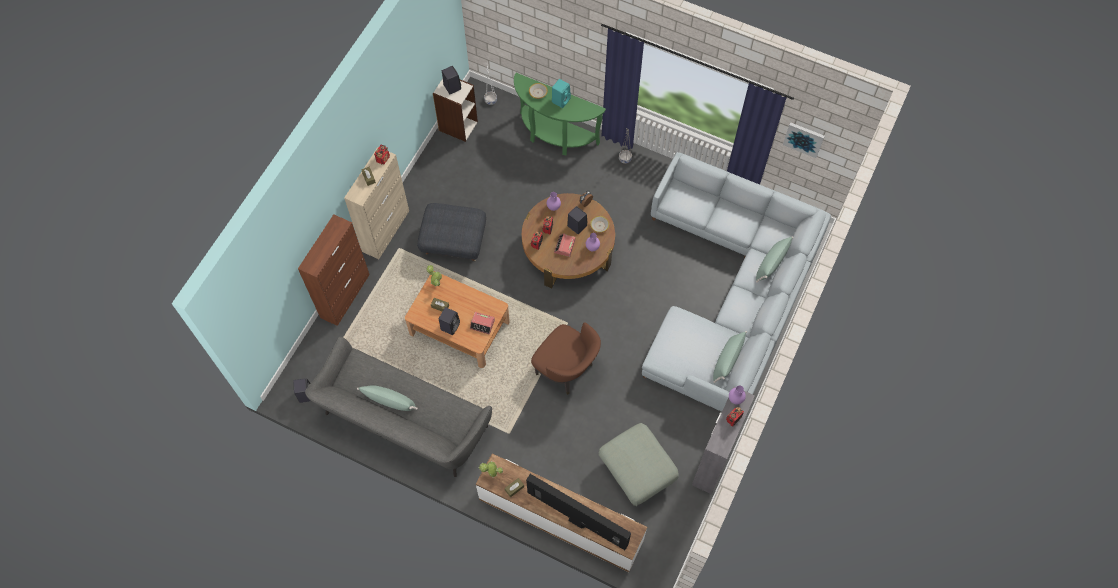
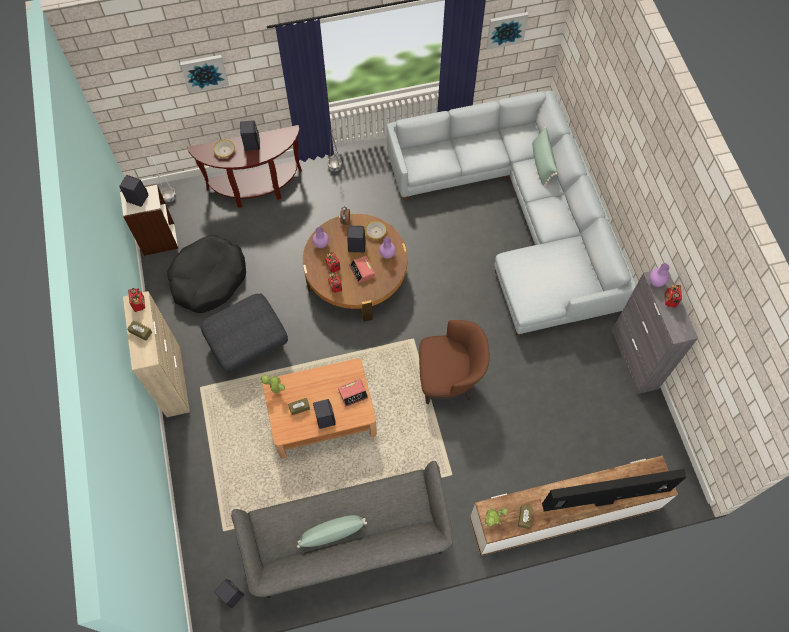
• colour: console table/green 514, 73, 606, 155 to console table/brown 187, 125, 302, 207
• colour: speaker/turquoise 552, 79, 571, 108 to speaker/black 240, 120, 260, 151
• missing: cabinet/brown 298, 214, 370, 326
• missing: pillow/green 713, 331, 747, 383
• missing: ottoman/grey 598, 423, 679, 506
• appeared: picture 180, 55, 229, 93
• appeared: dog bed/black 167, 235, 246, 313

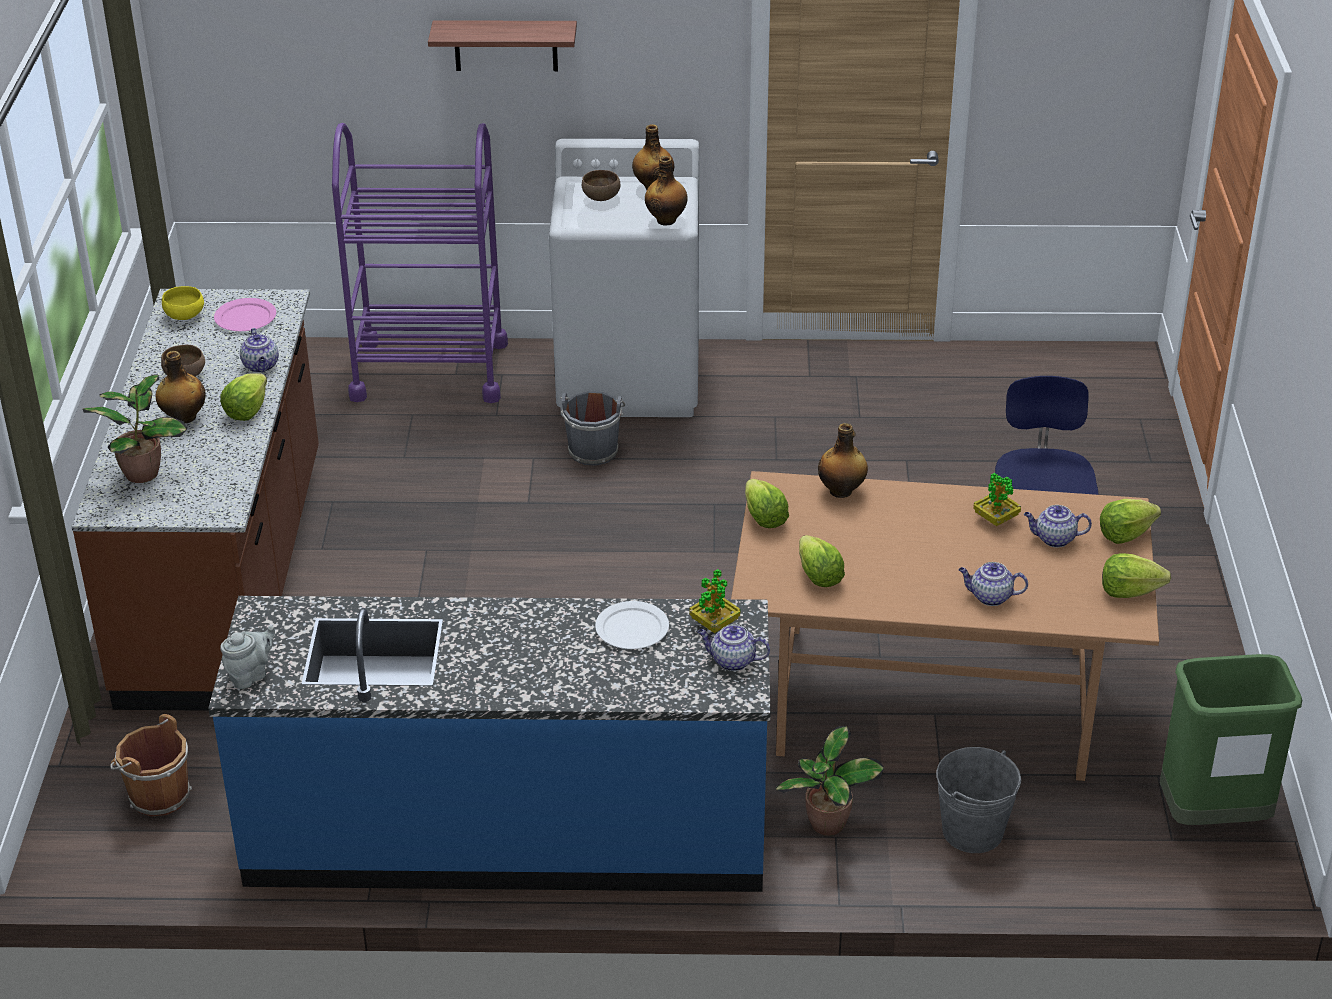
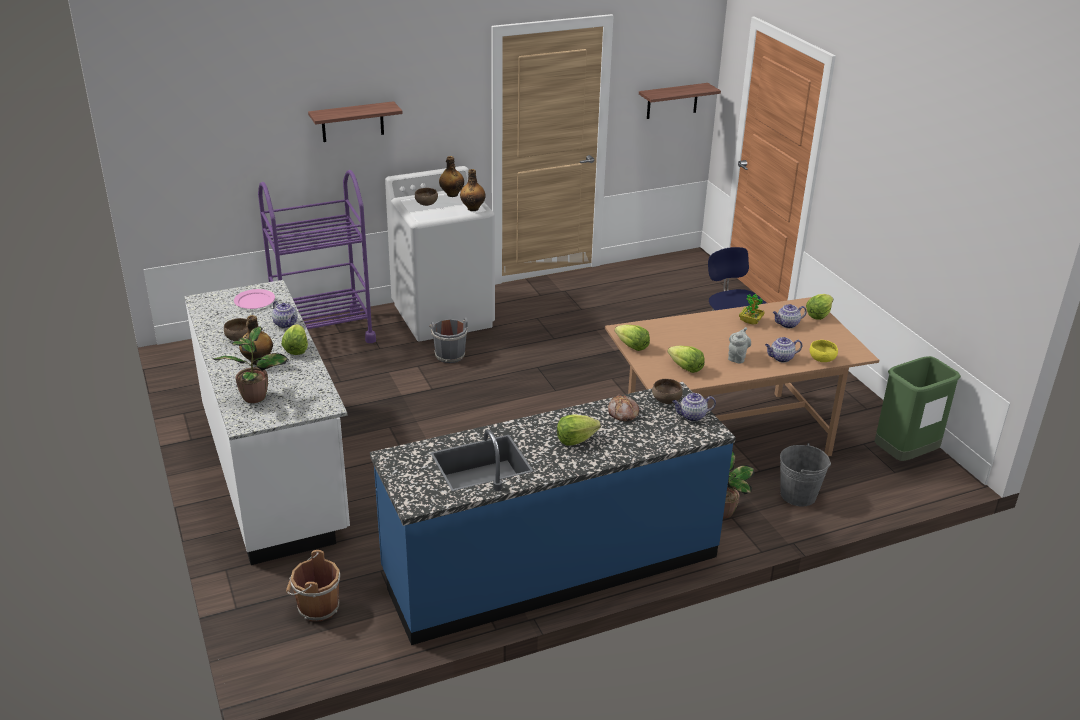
• relocated: bowl/yellow 162, 286, 204, 320 to 810, 340, 838, 362
• colour: counter/brown 71, 289, 319, 711 to counter/white 185, 280, 350, 565
• missing: bottle 818, 423, 868, 498
• relocated: lettuce 1102, 554, 1171, 598 to 557, 414, 601, 446
• exchanged: potted plant 689, 569, 740, 633 to bowl/brown 652, 379, 683, 404
• exchanged: plate/white 595, 601, 669, 649 to bread 608, 394, 639, 422
• relocated: teapot/grey 220, 625, 275, 689 to 728, 327, 751, 364
• appeared: shelf 639, 83, 721, 119

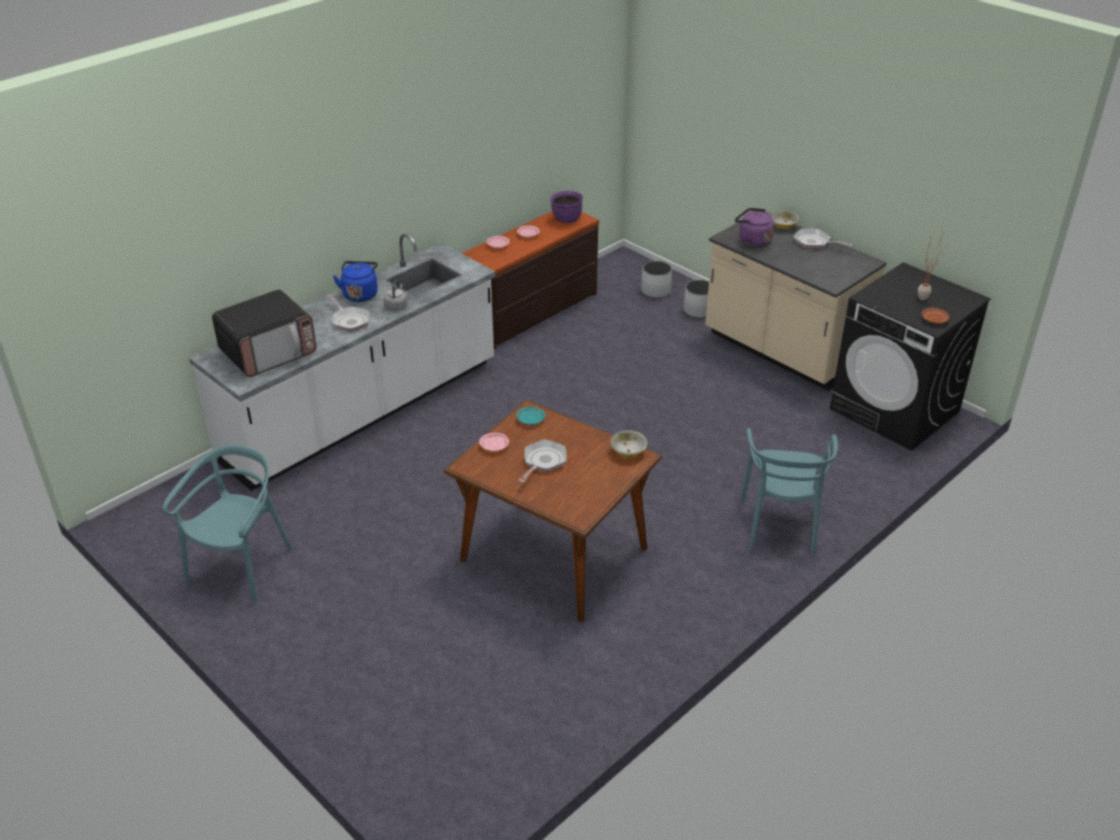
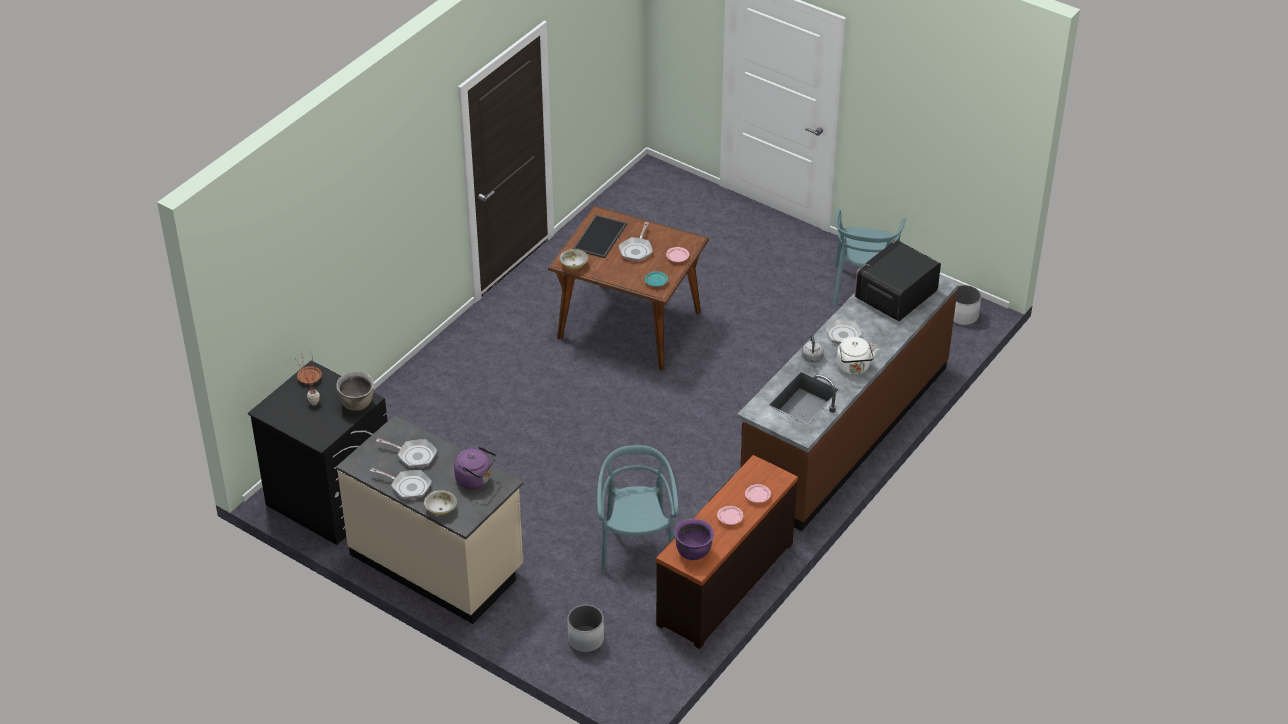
• colour: counter/white 189, 234, 495, 491 to counter/brown 737, 276, 959, 531
• colour: kettle/blue 333, 261, 378, 302 to kettle/white 836, 337, 879, 375
• relocated: planter/white 684, 280, 709, 318 to 953, 285, 981, 325
• relocated: chair/turquoise 741, 428, 838, 556 to 597, 445, 678, 573
• appeared: tray 573, 215, 627, 258
• appeared: cooking pot/brown 336, 371, 374, 411
• appeared: frying pan 376, 438, 437, 468

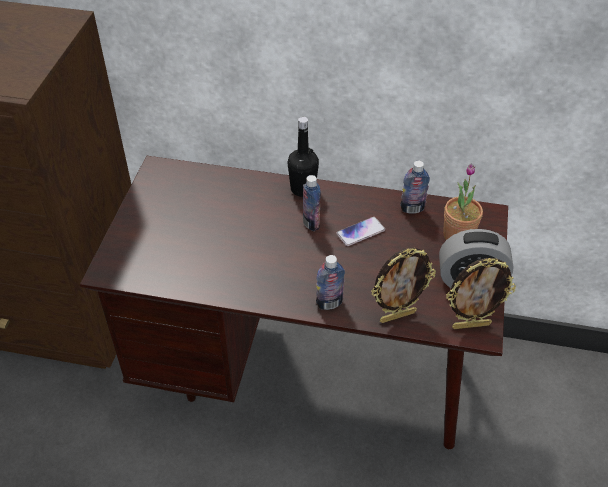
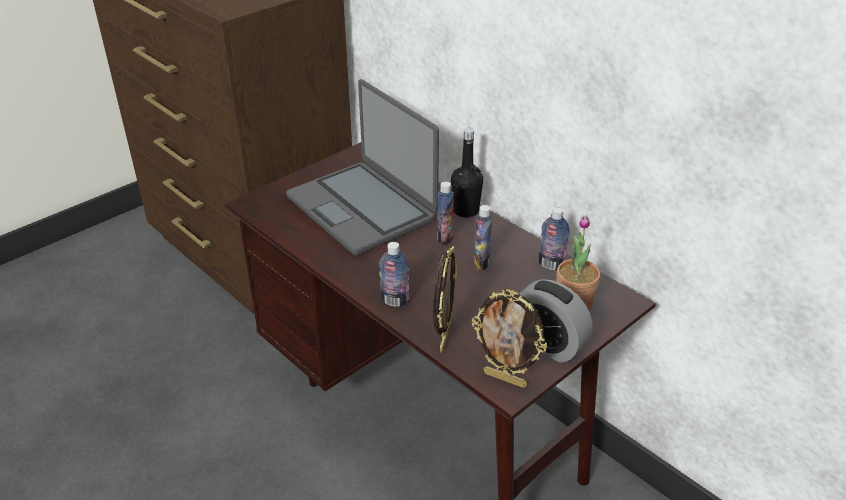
• exchanged: phone 336, 217, 385, 246 to bottle 474, 205, 492, 270
• spun: picture frame 371, 248, 436, 323 = 433, 246, 457, 352 90 degrees counterclockwise
• appeared: laptop 286, 79, 439, 255

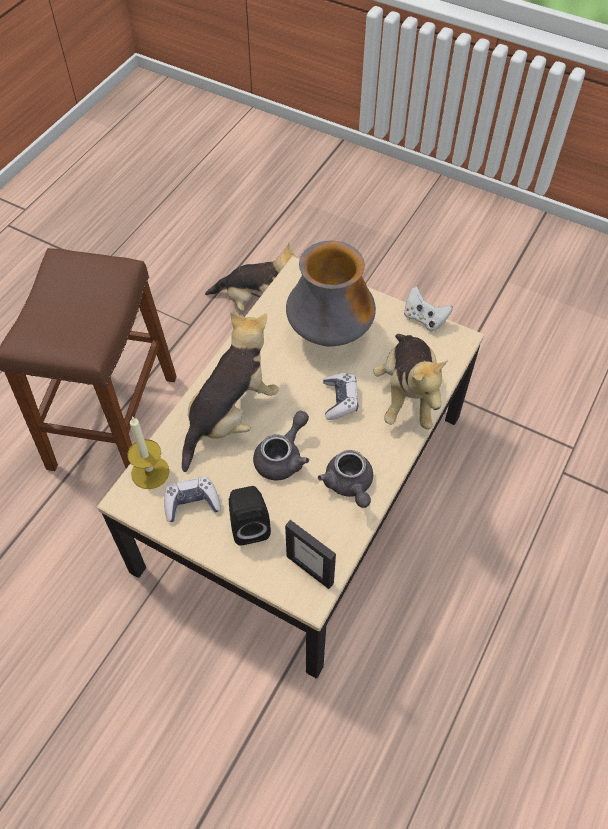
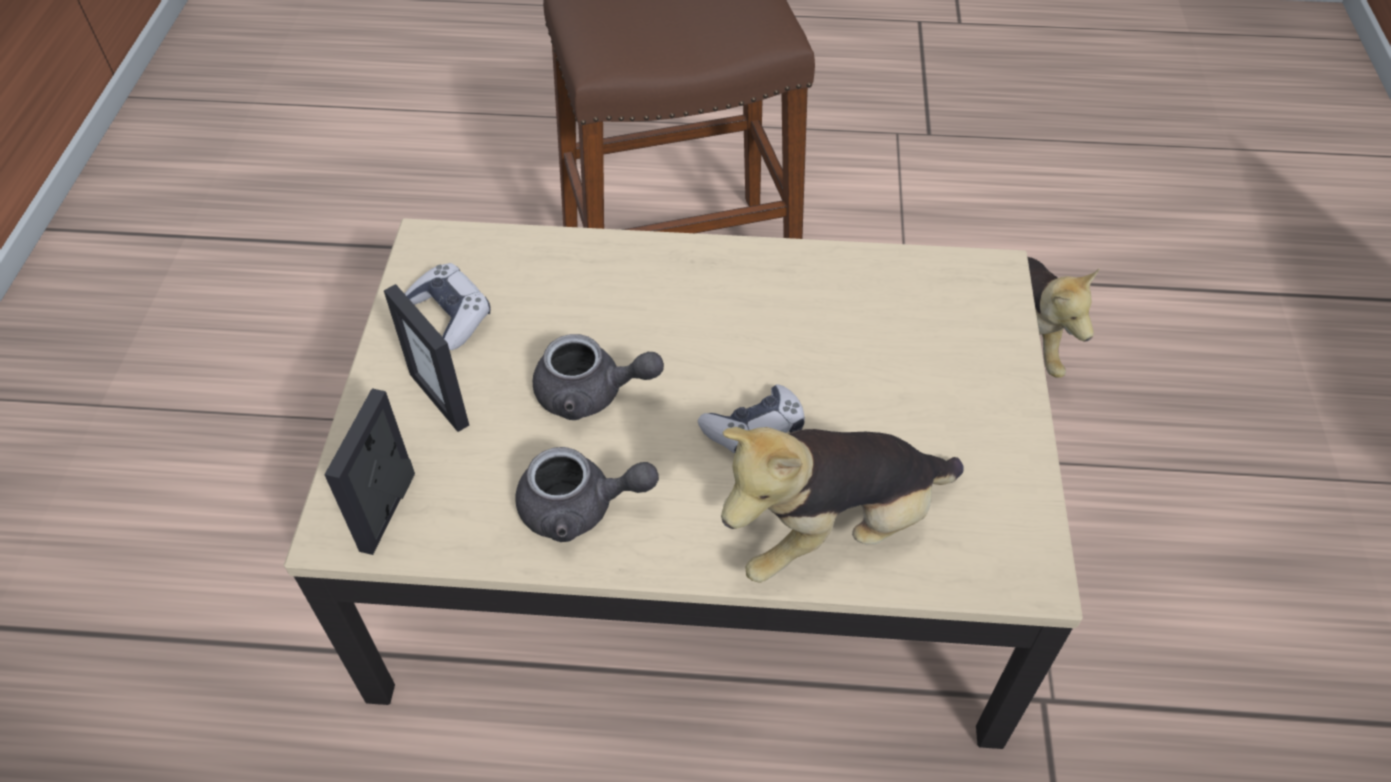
• missing: vase 286, 241, 376, 347
• missing: game controller/white 404, 286, 453, 332
• missing: plush toy 182, 312, 278, 472
• missing: candle 127, 416, 169, 489
• spun: teapot/grey 318, 450, 373, 508 = 515, 447, 659, 542 135 degrees counterclockwise
• exchanged: speaker/black 229, 486, 271, 546 to picture frame 384, 284, 469, 432

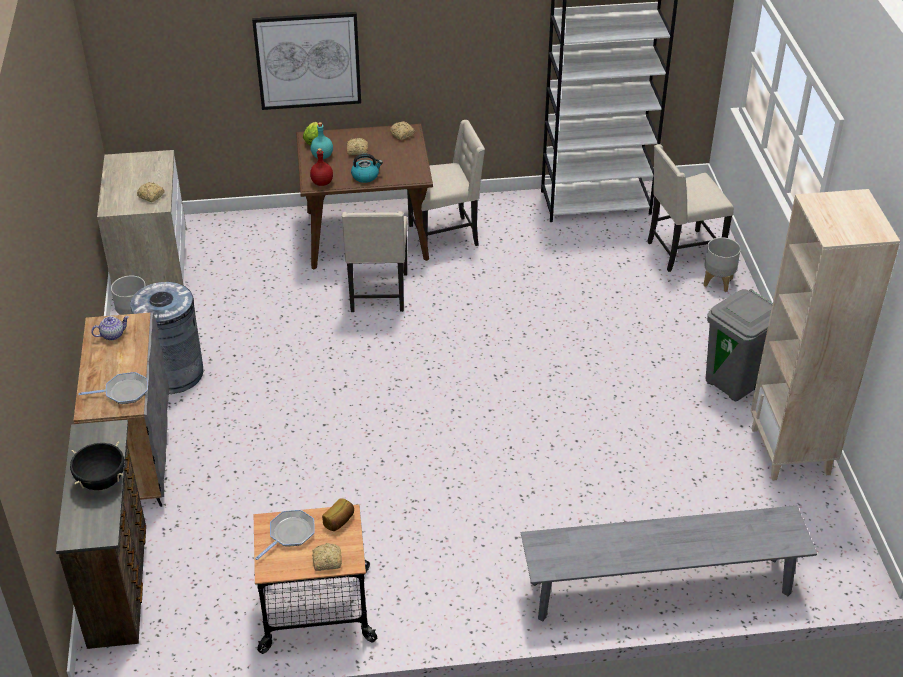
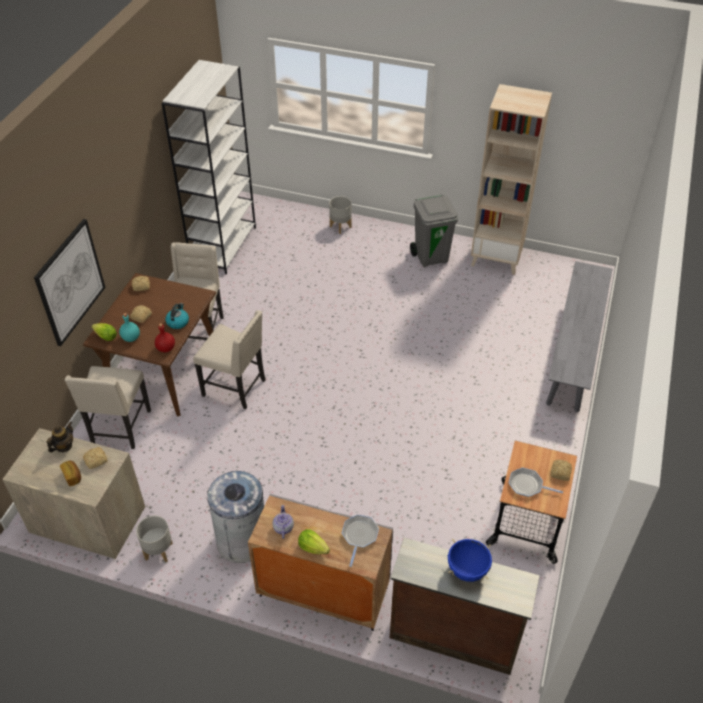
• relocated: chair/beige 647, 144, 734, 272 to 65, 366, 151, 449
• colour: cooking pot/black 70, 441, 125, 490 to cooking pot/blue 448, 539, 492, 582
• relocated: bread 322, 498, 354, 531 to 60, 460, 81, 486
• spun: frying pan 255, 510, 315, 560 = 509, 467, 563, 497 45 degrees counterclockwise
• appeared: teapot 47, 422, 73, 452
• appeared: lettuce 298, 529, 330, 554

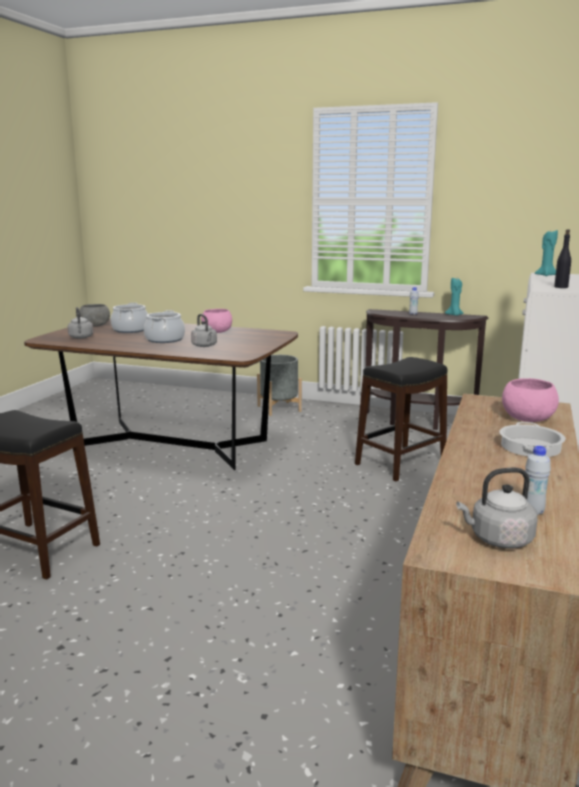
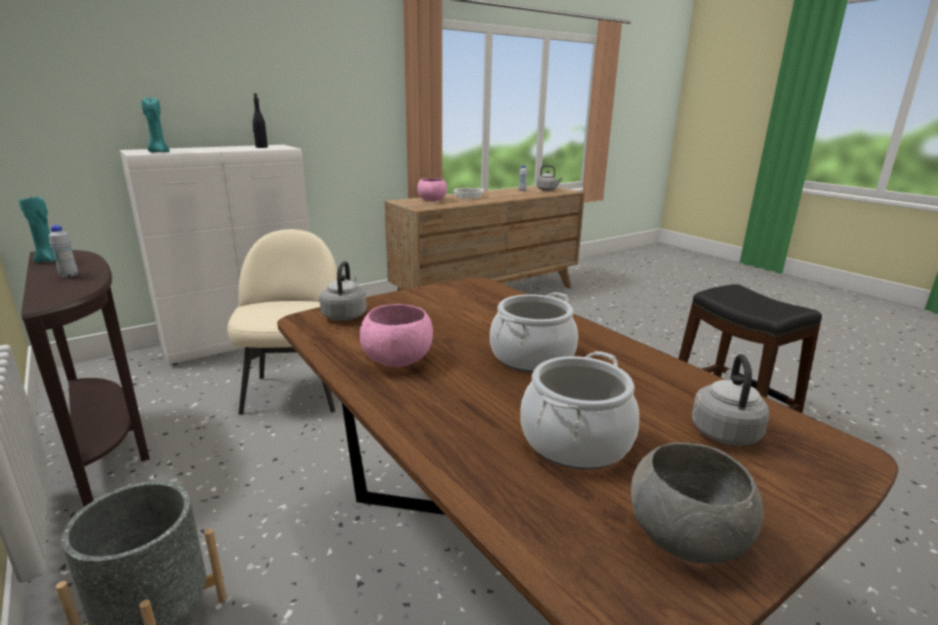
• relocated: kettle/grey 191, 314, 217, 347 to 319, 261, 367, 321
• exchanged: stool/black 355, 357, 448, 482 to chair/beige 227, 229, 337, 415

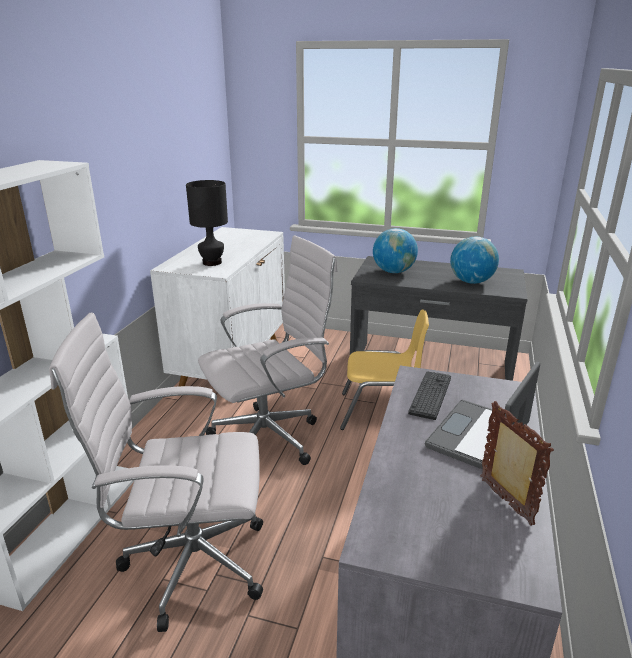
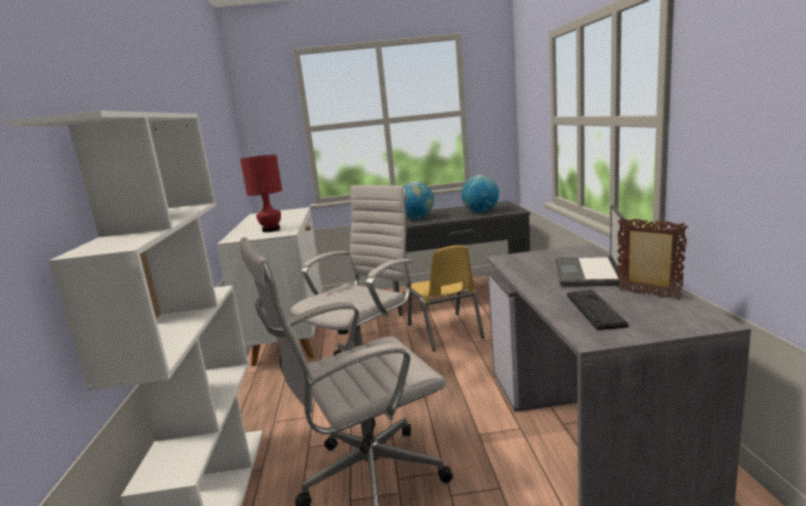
• colour: table lamp/black 186, 180, 228, 266 to table lamp/red 240, 155, 282, 232
• spun: chair/yellow 340, 309, 429, 430 = 408, 245, 485, 351 90 degrees clockwise
• relocated: keyboard 408, 371, 451, 420 to 567, 290, 628, 330

